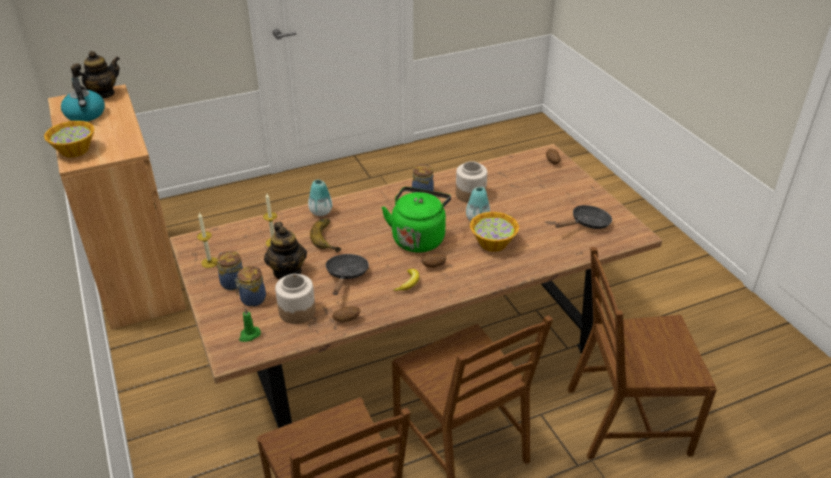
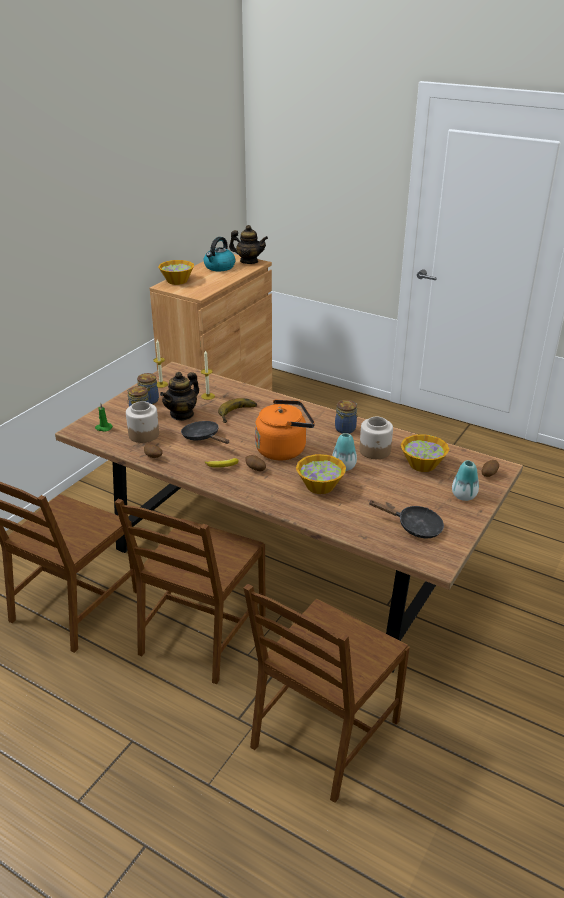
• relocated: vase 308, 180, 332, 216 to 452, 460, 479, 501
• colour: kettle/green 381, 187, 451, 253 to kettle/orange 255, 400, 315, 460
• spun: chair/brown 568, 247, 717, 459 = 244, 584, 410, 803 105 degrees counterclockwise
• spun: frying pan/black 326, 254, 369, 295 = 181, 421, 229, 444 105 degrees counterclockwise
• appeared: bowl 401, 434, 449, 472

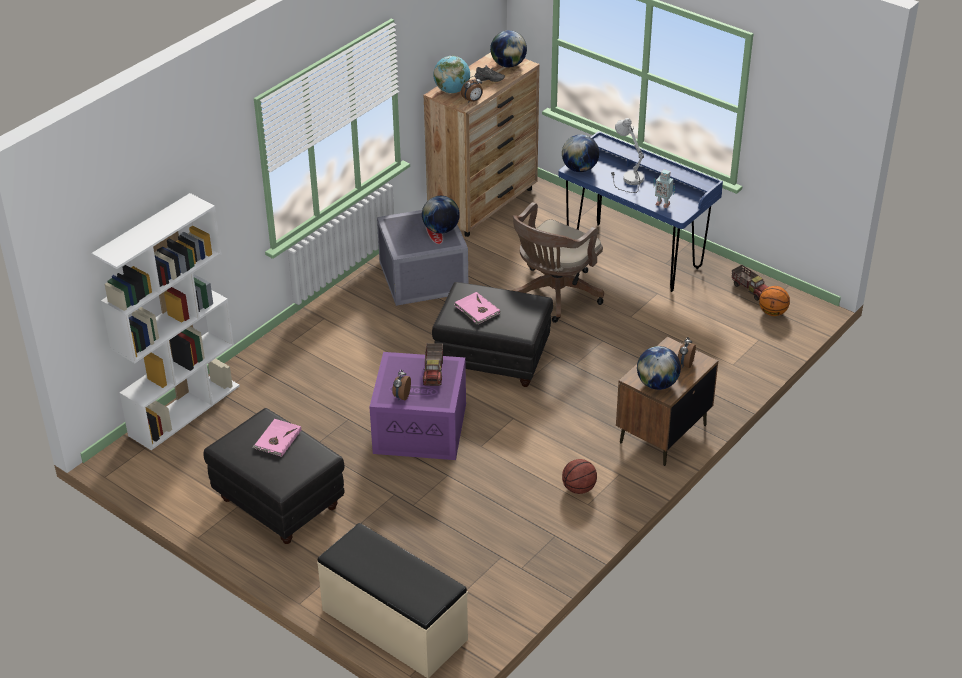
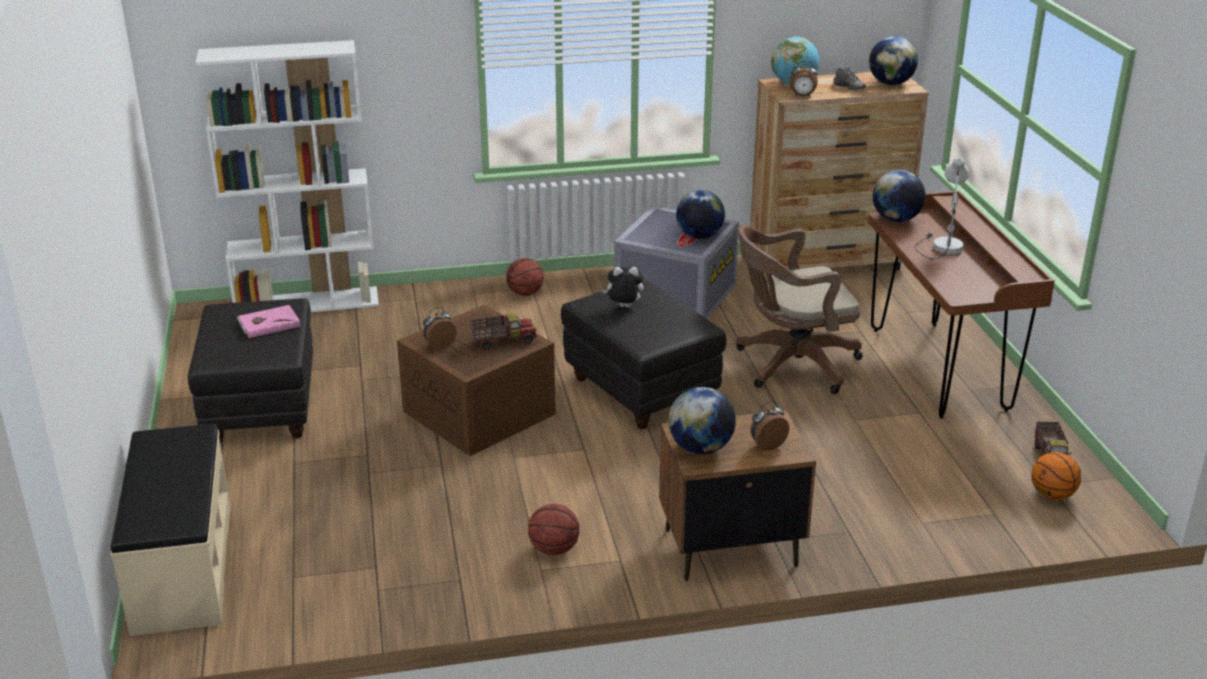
• colour: desk/blue 558, 131, 723, 292 to desk/brown 868, 191, 1055, 419
• missing: toy robot 653, 169, 675, 208
• exchanged: book/pink 455, 292, 500, 325 to plush toy 602, 267, 644, 308
• spun: toy truck 423, 343, 443, 386 = 469, 313, 537, 350 150 degrees counterclockwise
• colour: storage box/purple 370, 352, 466, 460 to storage box/brown 397, 305, 556, 456
• appeared: basketball 506, 258, 544, 296

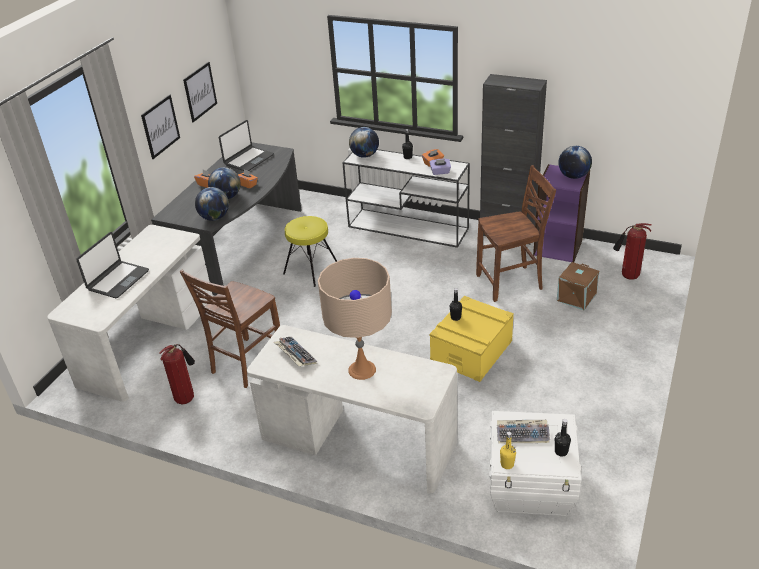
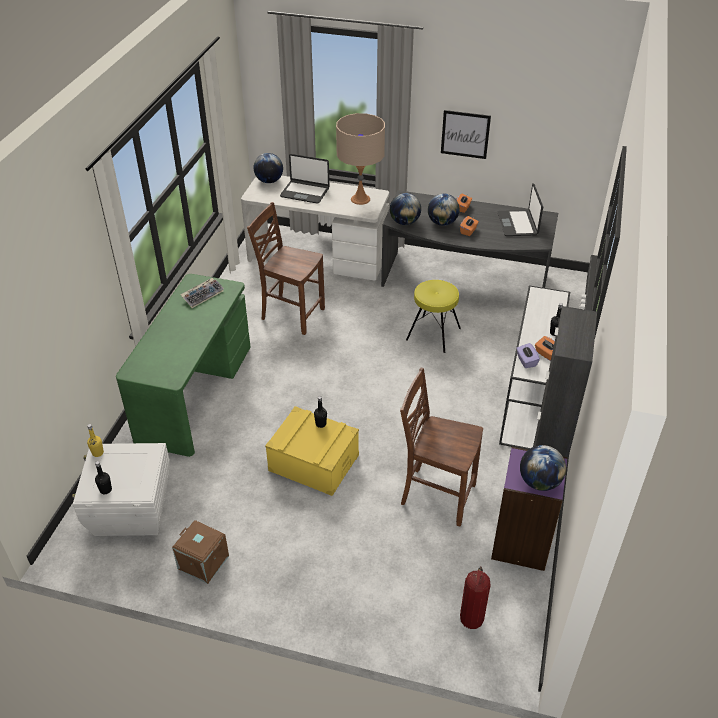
• missing: picture 183, 62, 217, 122
• spun: laptop 219, 120, 274, 171 = 498, 183, 543, 236 60 degrees clockwise
• relocated: globe 349, 127, 379, 158 to 254, 153, 283, 183
• spun: chair/brown 476, 165, 556, 302 = 400, 368, 483, 526 135 degrees clockwise
• relocated: table lamp/beige 318, 258, 392, 380 to 336, 113, 385, 205
• relocated: storage box/brown 556, 262, 600, 310 to 172, 520, 229, 584
• colour: desk/white 247, 325, 457, 493 to desk/green 116, 274, 250, 457
• missing: fire extinguisher 159, 344, 195, 404
• missing: keyboard 497, 420, 550, 444

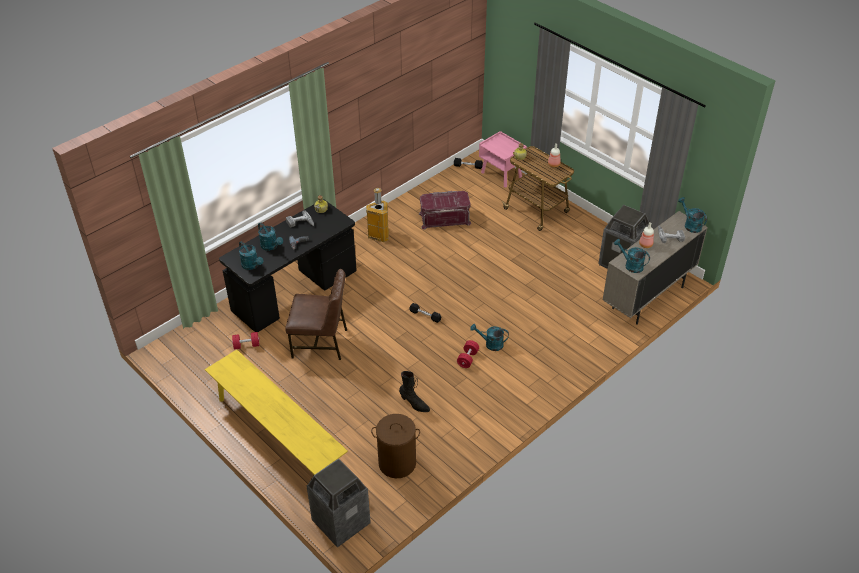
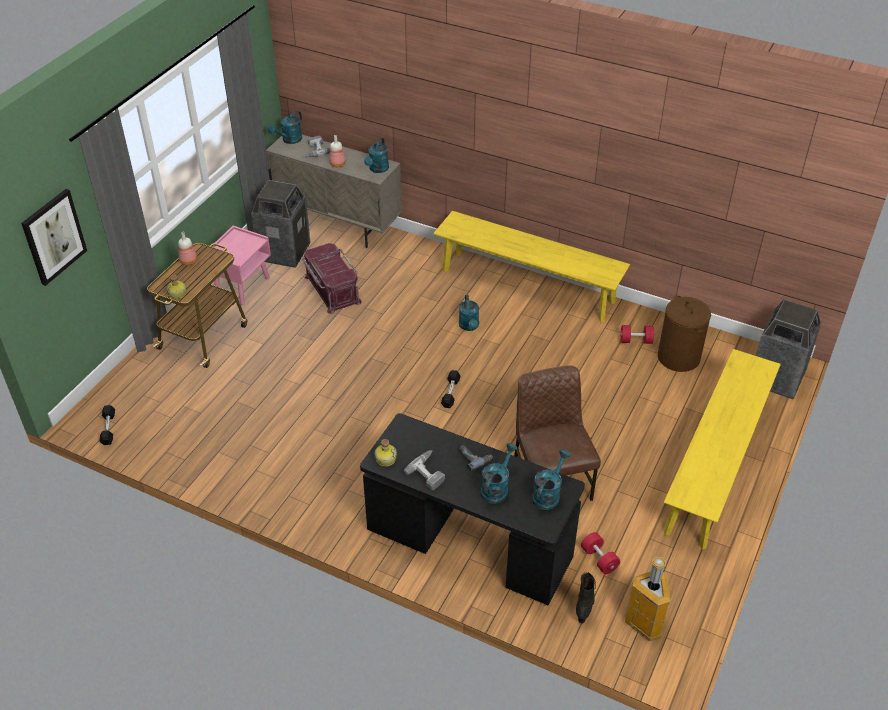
• relocated: nightstand/pink 479, 131, 527, 188 to 212, 226, 271, 305
• relocated: trash can 366, 188, 389, 242 to 625, 557, 670, 642
• relocated: storage box/red 419, 191, 471, 230 to 302, 243, 362, 314
• relocated: dumbbell/red 457, 340, 479, 368 to 620, 325, 654, 344
• relocated: boot/black 399, 371, 430, 412 to 576, 572, 596, 623
• appeared: picture 21, 189, 87, 286
• appeared: bench/yellow 433, 211, 630, 322

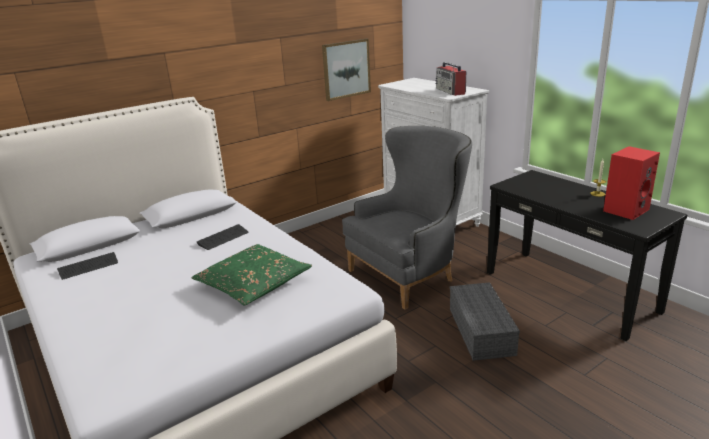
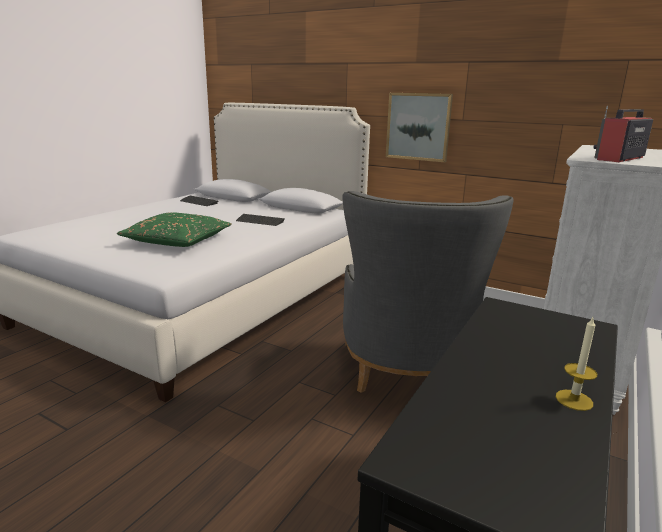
• relocated: picture 322, 39, 371, 101 to 386, 93, 453, 162
• spun: armchair/grey 342, 126, 472, 310 = 342, 191, 514, 393 60 degrees clockwise
• missing: speaker/red 603, 146, 660, 220
• missing: storage box/grey 450, 282, 520, 361

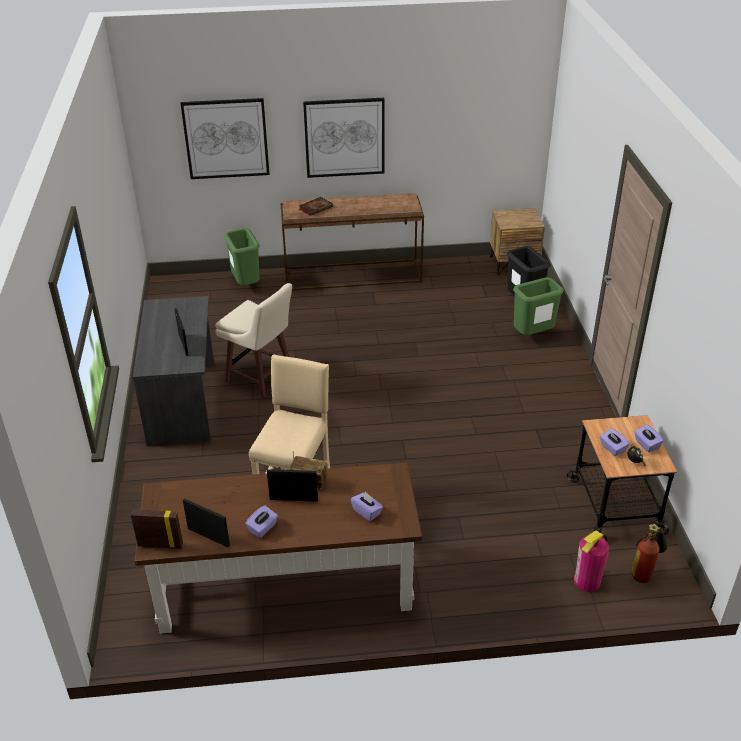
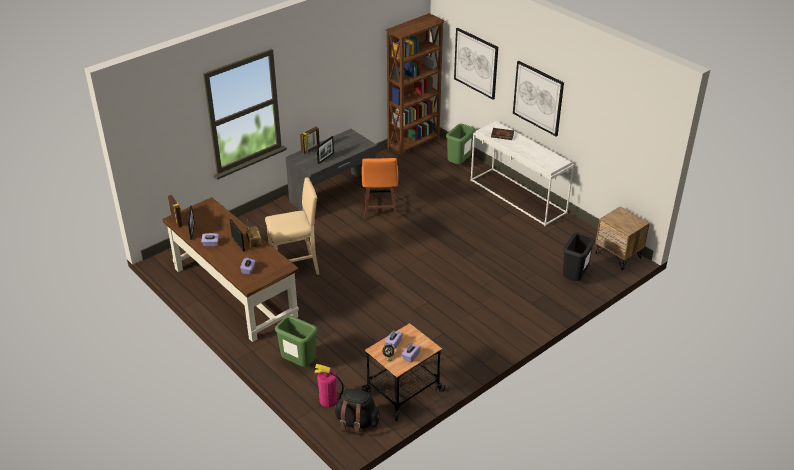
• colour: console table/brown 281, 193, 424, 290 to console table/white 471, 121, 574, 226
• relocated: trash can/green 513, 277, 564, 335 to 275, 316, 318, 367
• colour: stool/beige 215, 283, 292, 398 to stool/orange 362, 158, 398, 220
• exchanged: fire extinguisher 632, 524, 668, 583 to backpack/black 334, 389, 380, 435
• appeared: bookcase/brown 386, 13, 446, 157
• appeared: picture frame 300, 127, 320, 154

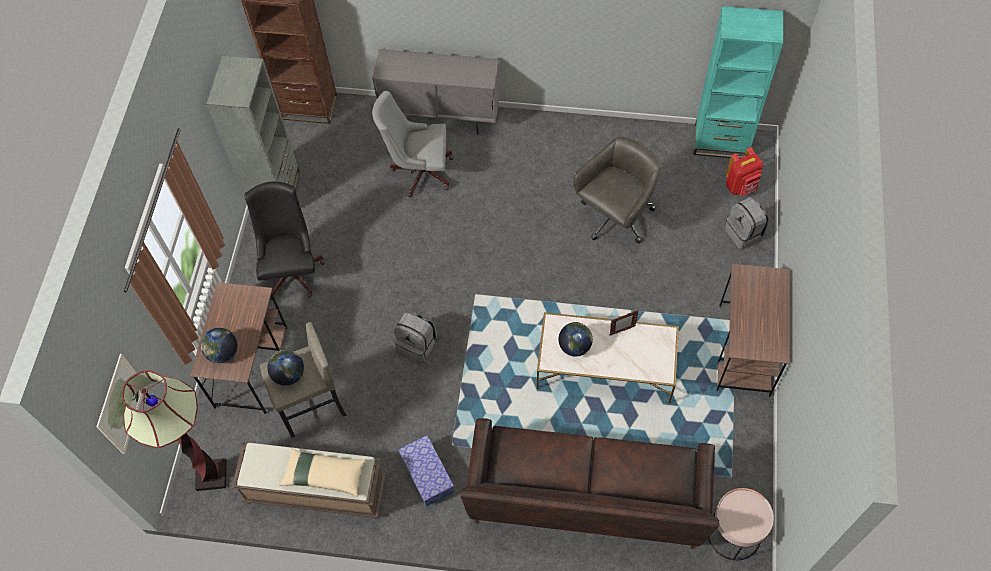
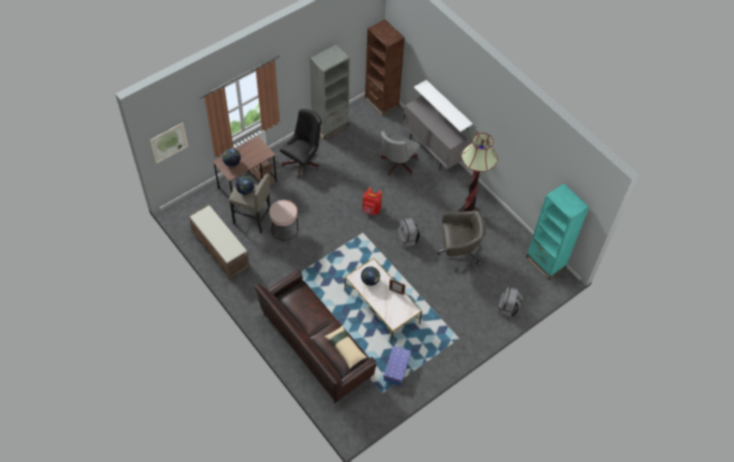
• spun: office chair/grey 372, 91, 454, 197 = 381, 131, 420, 176 105 degrees counterclockwise
• relocated: backpack/red 726, 147, 763, 196 to 362, 187, 382, 215
• missing: desk/brown 717, 264, 790, 397
• relocated: backpack/grey 394, 312, 437, 362 to 397, 218, 420, 248
• relocated: floor lamp 122, 370, 227, 491 to 458, 133, 498, 212
• relocated: storage box 398, 435, 455, 507 to 383, 346, 411, 386
• relocated: pillow/beige 280, 448, 366, 497 to 324, 326, 367, 369
• relocated: side table/pink 708, 488, 774, 560 to 269, 200, 298, 241
• appeared: shelf/white 414, 80, 473, 132

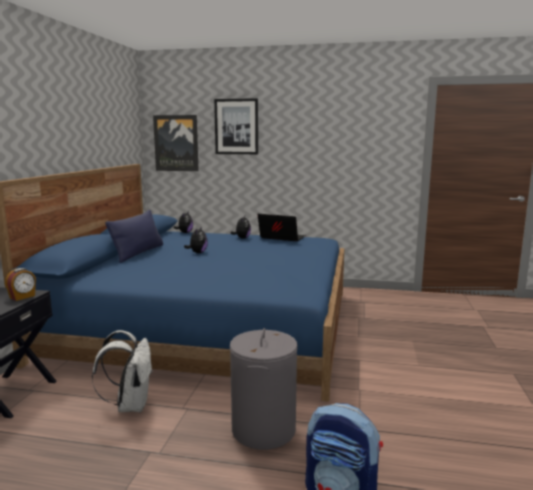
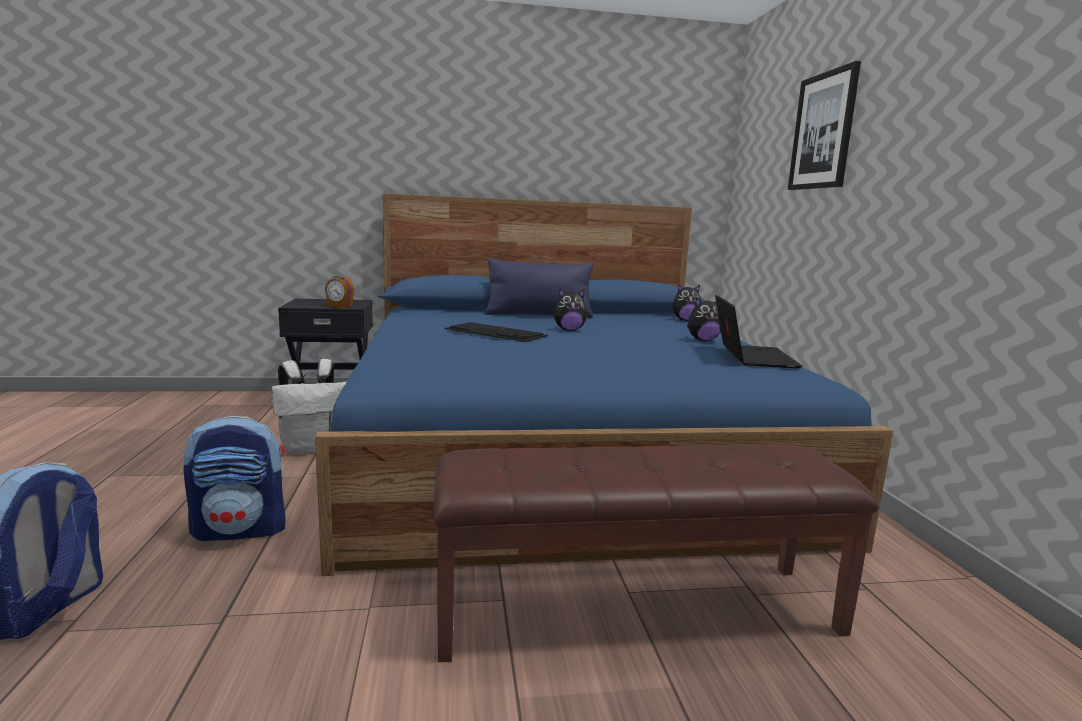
• missing: picture 153, 115, 199, 171
• exchanged: laundry basket/grey 230, 328, 298, 450 to backpack 184, 416, 285, 541
• appeared: keyboard 445, 322, 548, 342
• appeared: bench/brown 434, 444, 879, 662

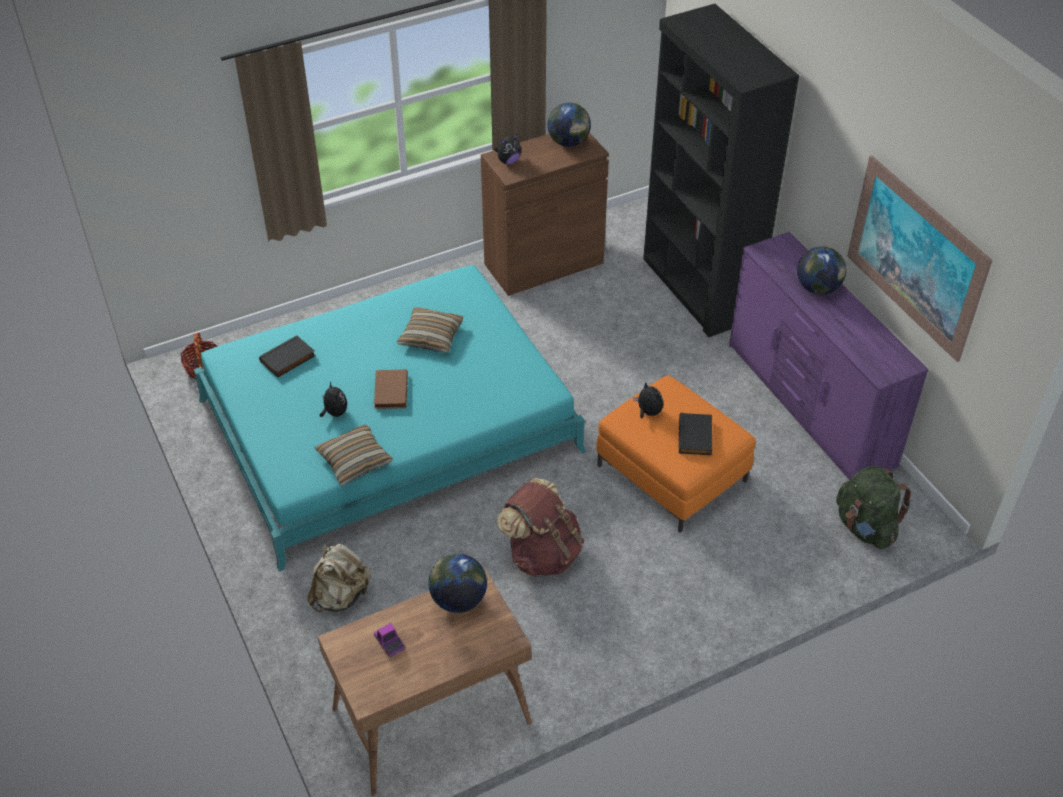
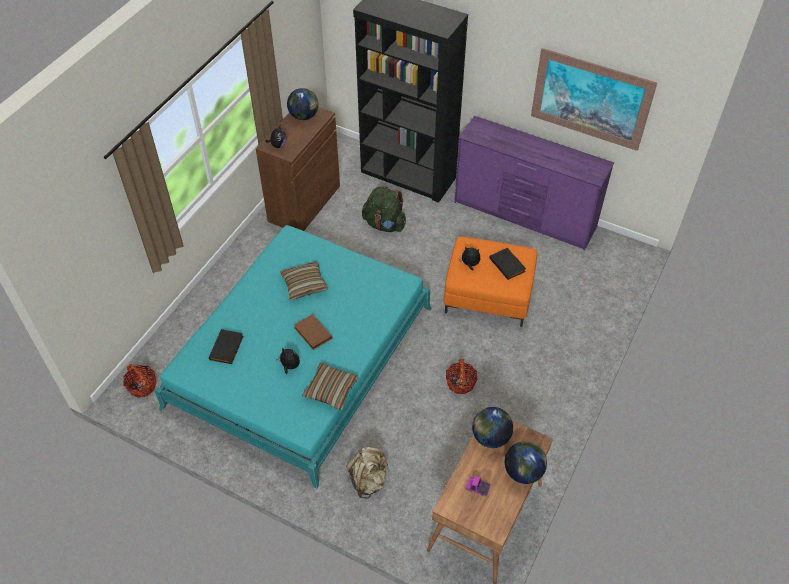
• relocated: globe 797, 246, 846, 295 to 505, 441, 547, 484
• relocated: backpack/green 836, 466, 911, 549 to 362, 186, 406, 232
• exchanged: backpack/brown 497, 478, 584, 577 to basket 446, 358, 477, 394

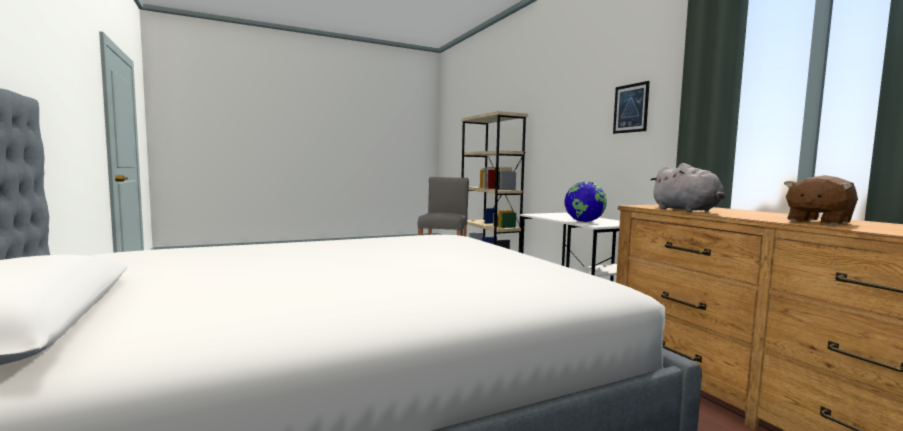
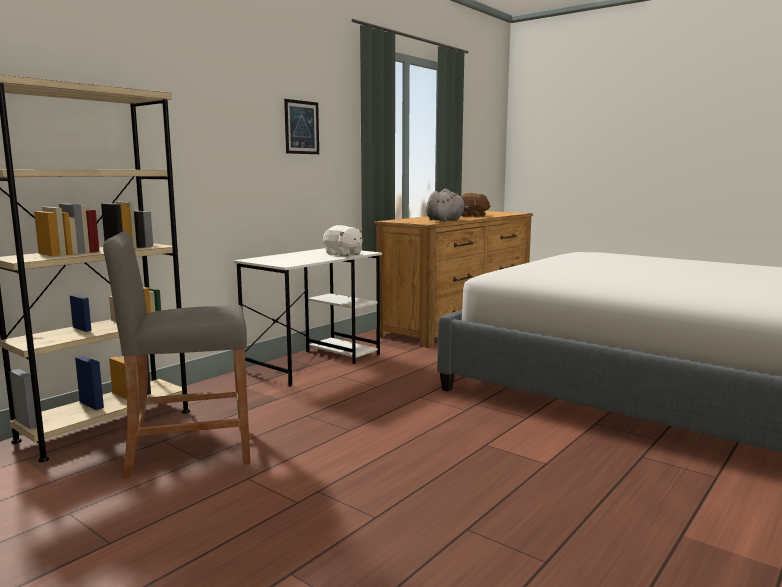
• exchanged: globe 564, 182, 607, 222 to plush toy/white 323, 225, 363, 256

